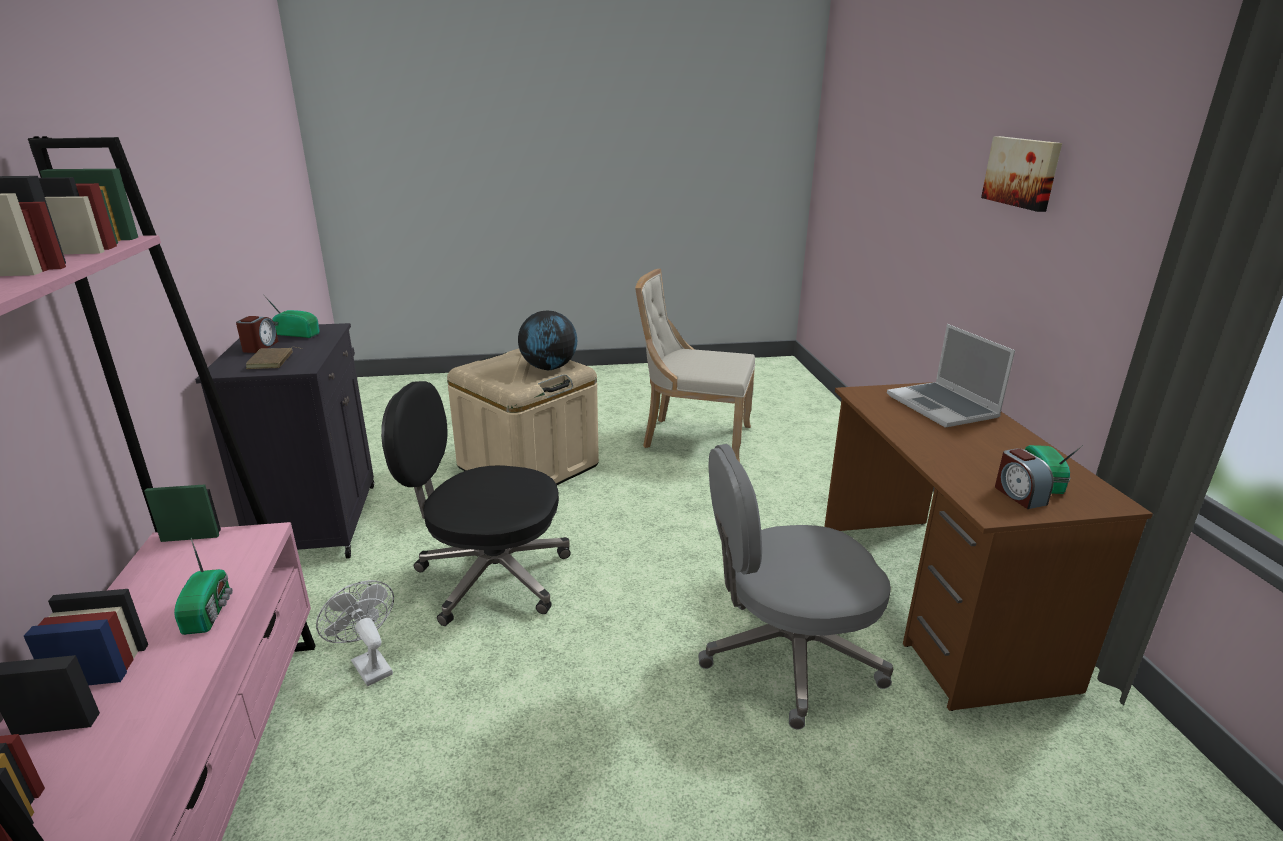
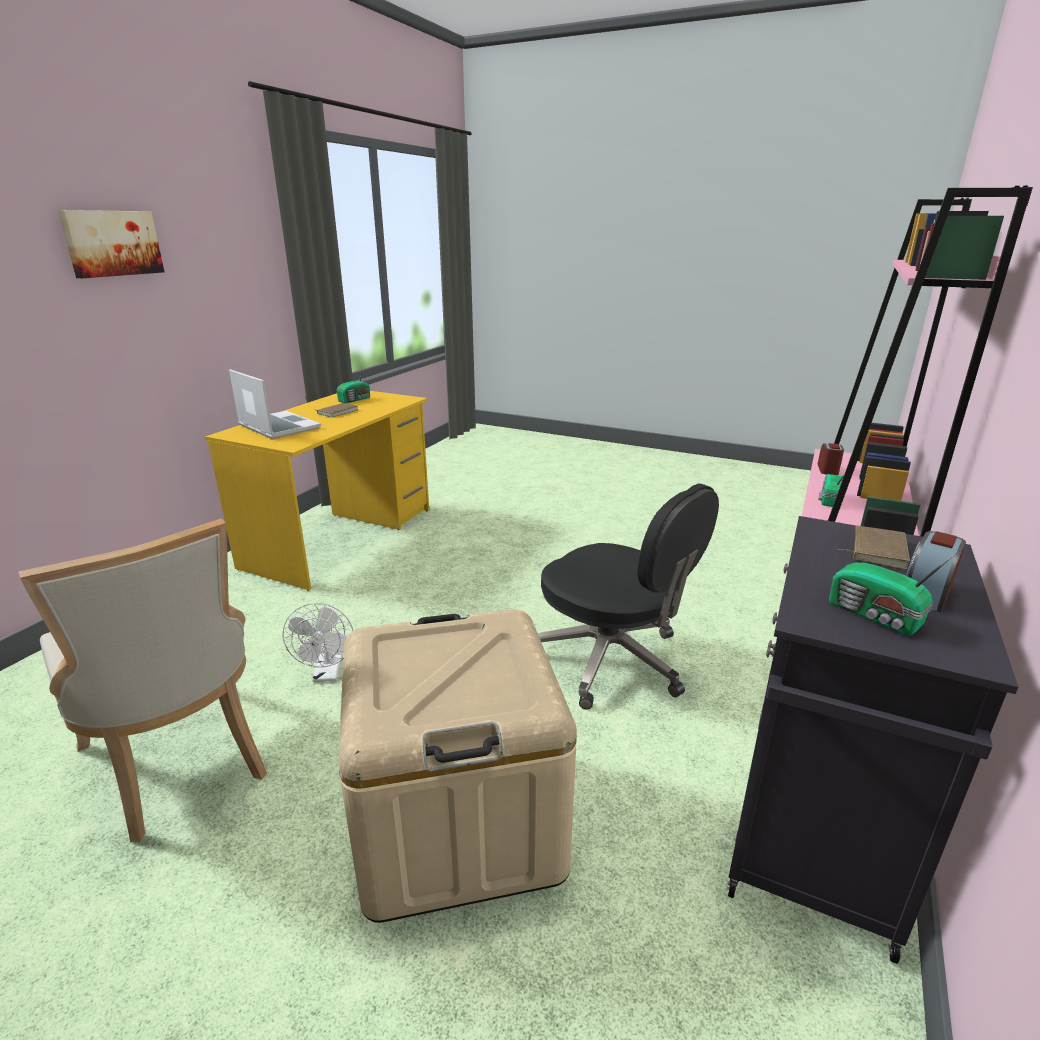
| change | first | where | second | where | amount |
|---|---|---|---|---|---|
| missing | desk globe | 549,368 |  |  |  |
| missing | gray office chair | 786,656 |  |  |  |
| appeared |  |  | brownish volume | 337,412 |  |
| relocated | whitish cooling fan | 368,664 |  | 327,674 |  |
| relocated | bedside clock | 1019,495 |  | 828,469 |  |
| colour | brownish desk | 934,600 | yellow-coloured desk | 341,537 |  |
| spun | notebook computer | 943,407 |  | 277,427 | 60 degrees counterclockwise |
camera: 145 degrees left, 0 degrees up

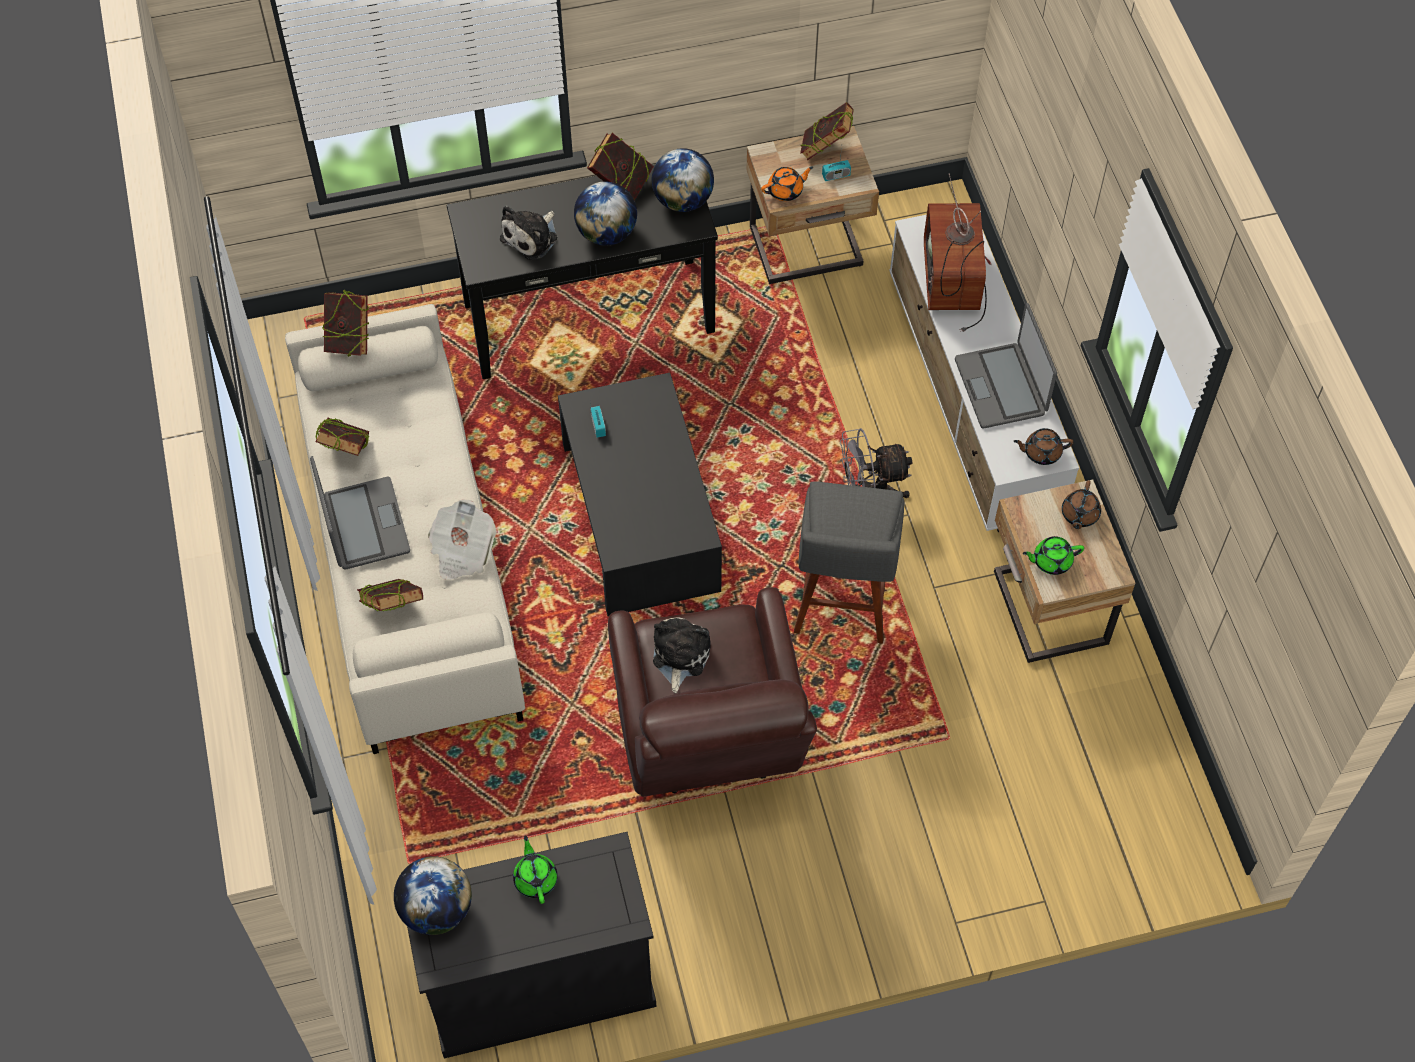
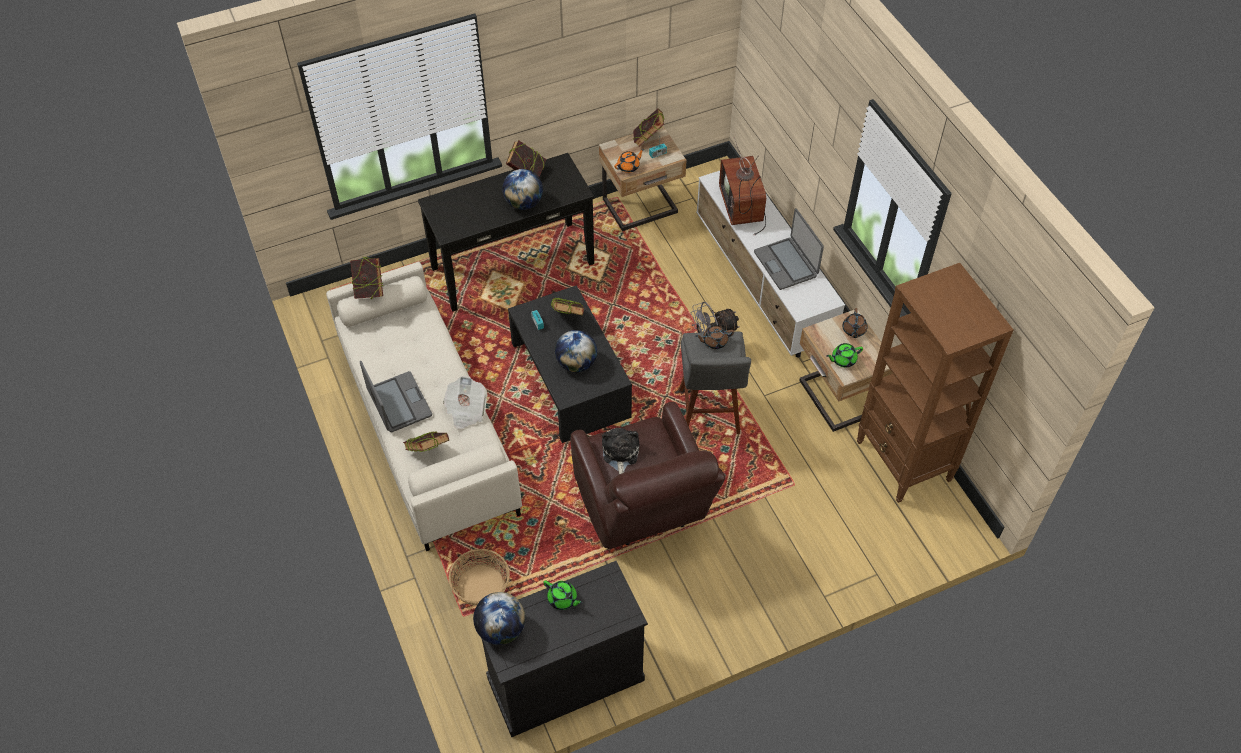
| change | first | where | second | where | amount |
|---|---|---|---|---|---|
| missing | plush toy | 532,237 |  |  |  |
| appeared |  |  | basket | 480,586 |  |
| appeared |  |  | brownish bookshelf | 903,462 |  |
| relocated | volume | 347,453 |  | 568,318 |  |
| relocated | desk globe | 683,200 |  | 576,363 |  |
| relocated | brownish pot for tea | 1041,452 |  | 714,341 |  |
| spun | greenish pot for tea | 535,878 |  | 562,599 | 150 degrees clockwise |
camera: 10 degrees left, 5 degrees down

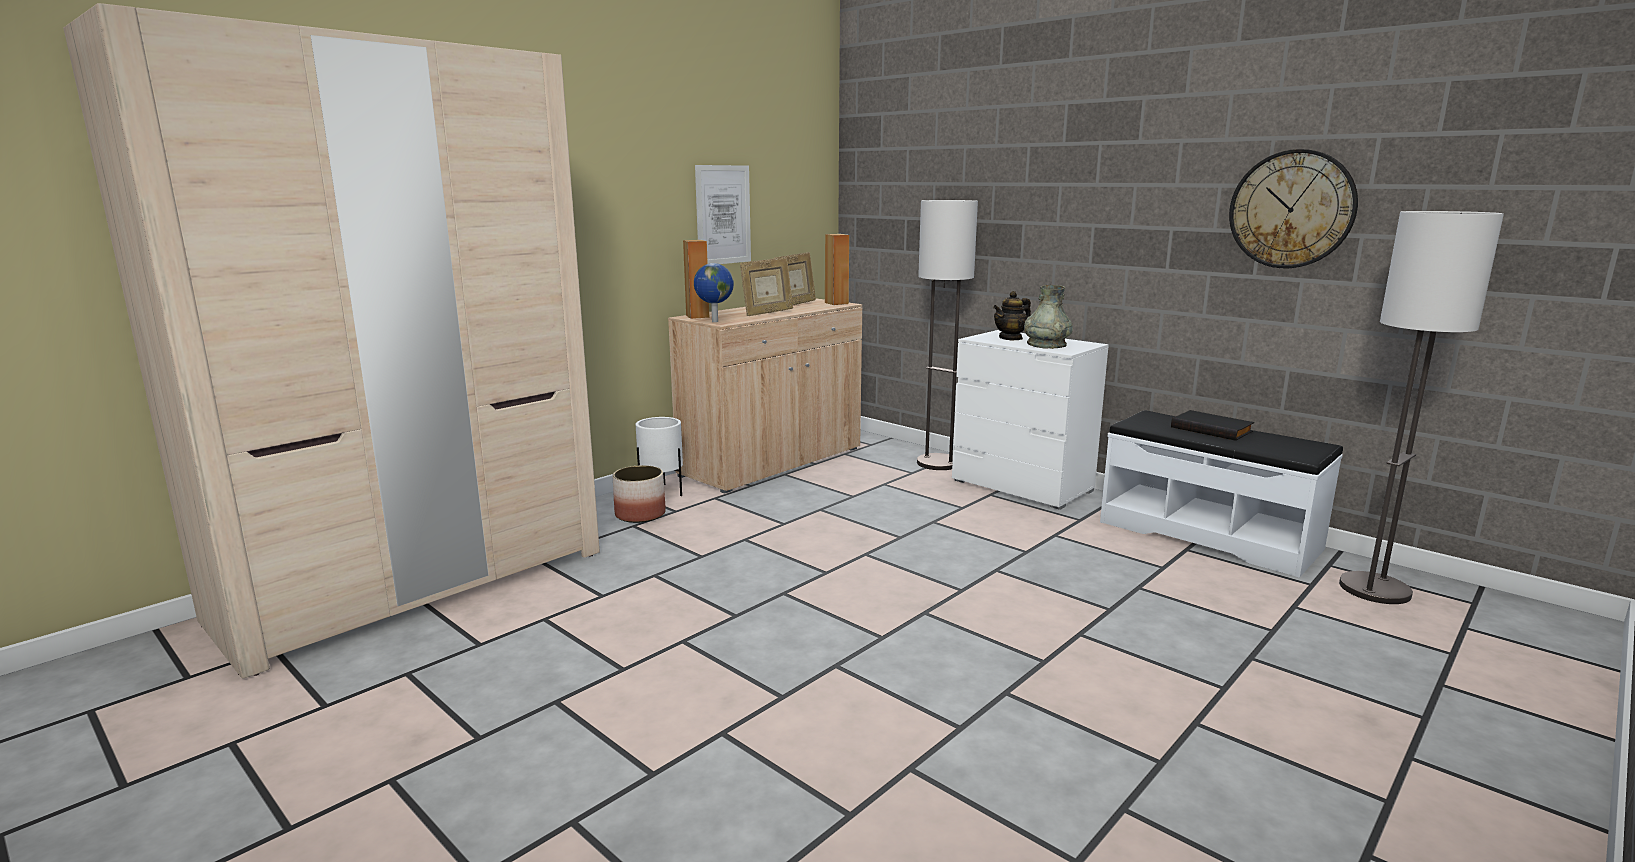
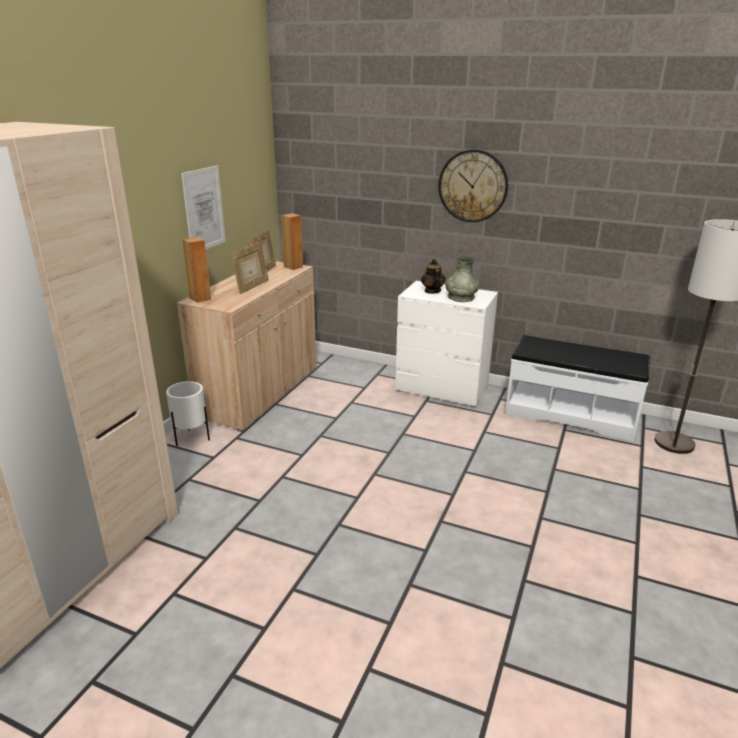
| change | first | where | second | where | amount |
|---|---|---|---|---|---|
| missing | flower pot | 641,514 |  |  |  |
| missing | desk globe | 714,321 |  |  |  |
| missing | standard lamp | 938,463 |  |  |  |
| missing | black-coloured volume | 1212,429 |  |  |  |
| relocated | hanging clock | 1291,209 |  | 473,186 |  |
| spun | pot for tea | 1011,338 |  | 432,291 | 135 degrees clockwise |
camera: 20 degrees left, 10 degrees up

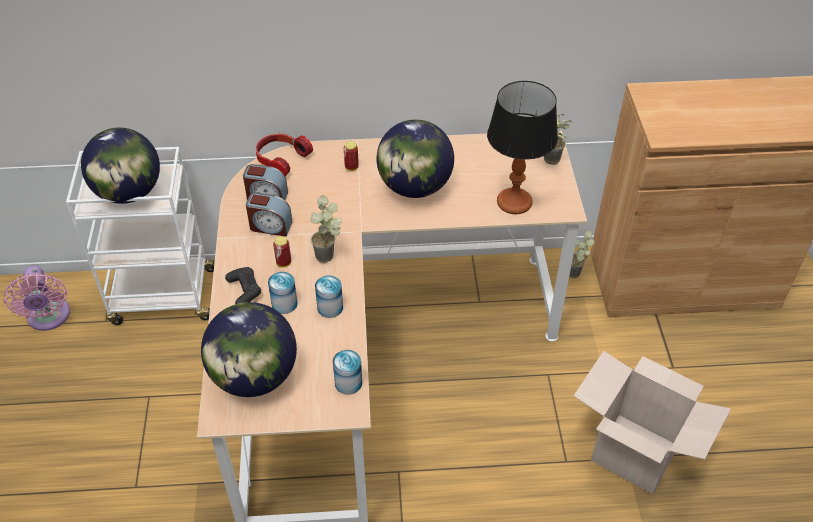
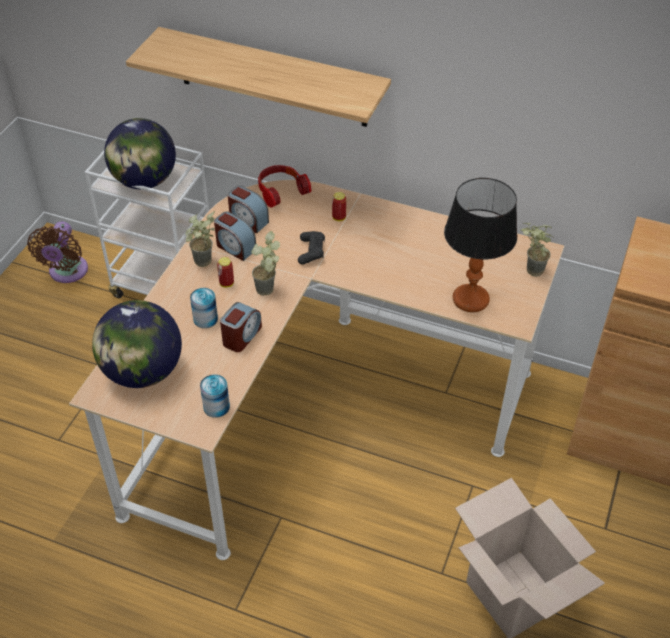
| change | first | where | second | where | amount |
|---|---|---|---|---|---|
| missing | desk globe | 415,187 |  |  |  |
| appeared |  |  | bracket shelf | 272,78 |  |
| relocated | black-coloured joypad | 244,290 |  | 311,252 |  |
| relocated | houseplant | 575,276 |  | 203,265 |  |
| exchanged | sealed can | 330,307 | bedside clock | 241,336 |  |
| colour | pink cooling fan | 49,318 | brownish cooling fan | 67,273 |  |
camera: 25 degrees right, 0 degrees up

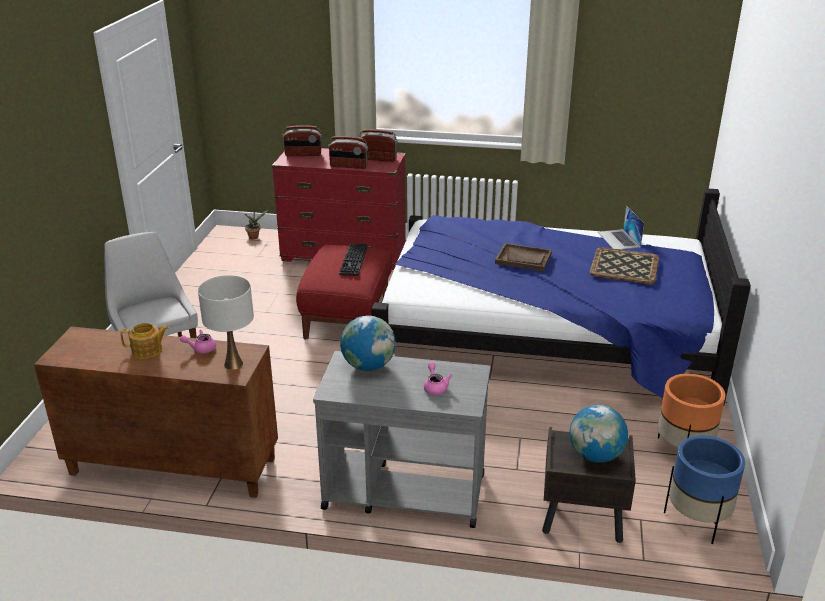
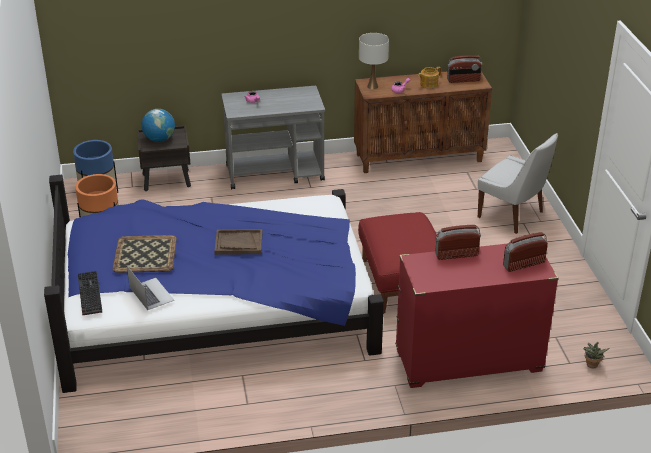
| change | first | where | second | where | amount |
|---|---|---|---|---|---|
| missing | desk globe | 368,366 |  |  |  |
| relocated | computer keyboard | 354,261 |  | 88,293 |  |
| relocated | radio receiver | 378,159 |  | 463,80 |  |
camera: 160 degrees right, 5 degrees up

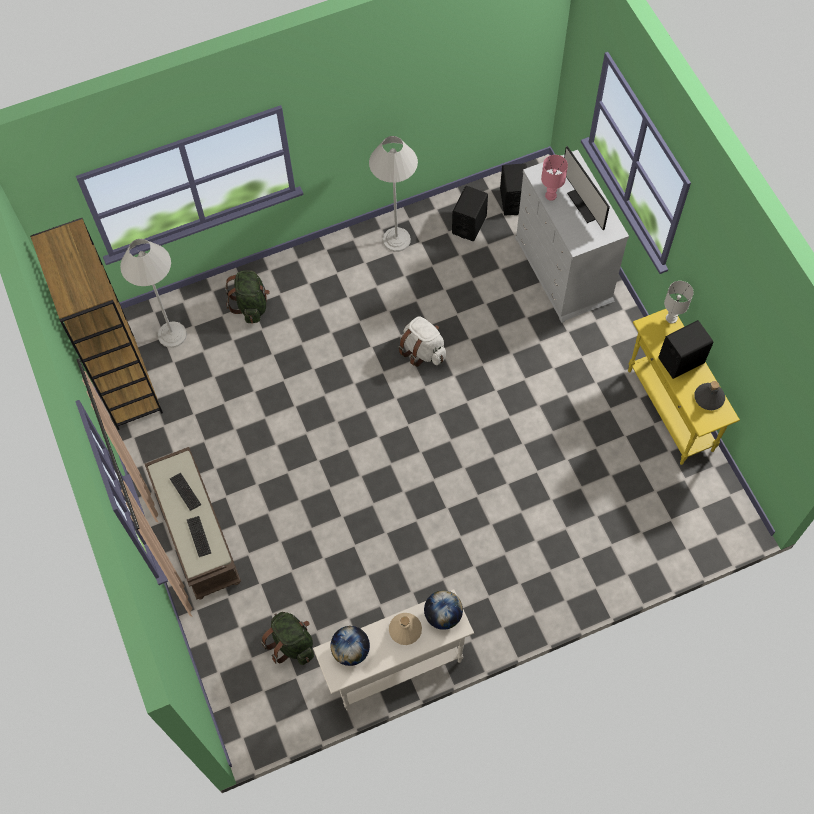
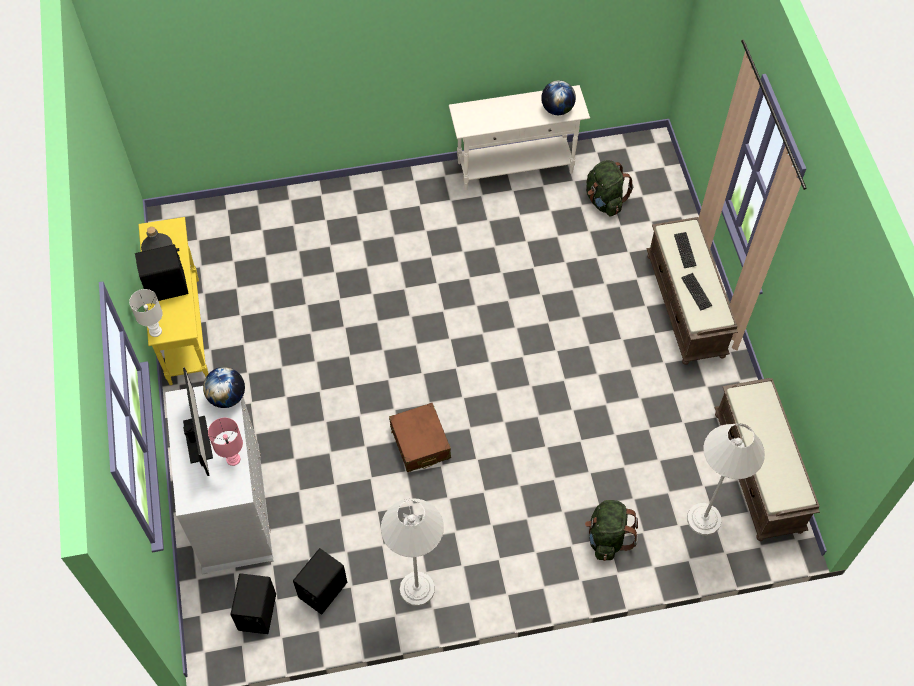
| change | first | where | second | where | amount |
|---|---|---|---|---|---|
| missing | beige beverage bottle | 405,630 |  |  |  |
| relocated | desk globe | 443,615 |  | 227,397 |  |
| exchanged | brownish bookshelf | 125,382 | brownish long seat | 759,472 |  |
| exchanged | whitish rucksack | 423,350 | brownish piece of luggage | 420,443 |  |
camera: 170 degrees left, 5 degrees down

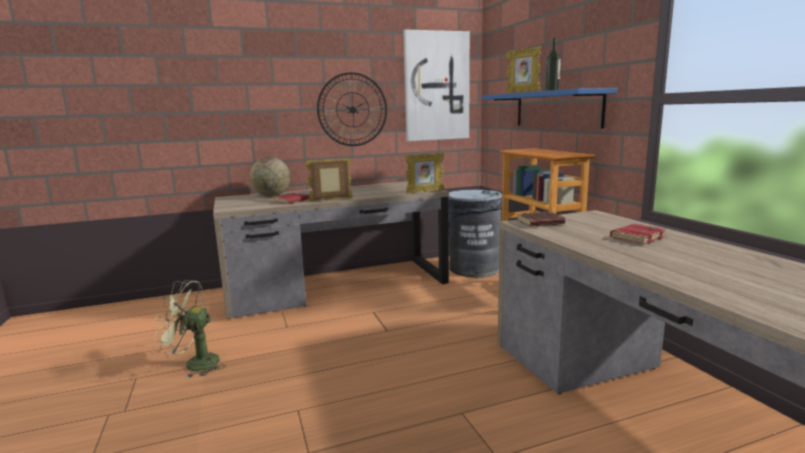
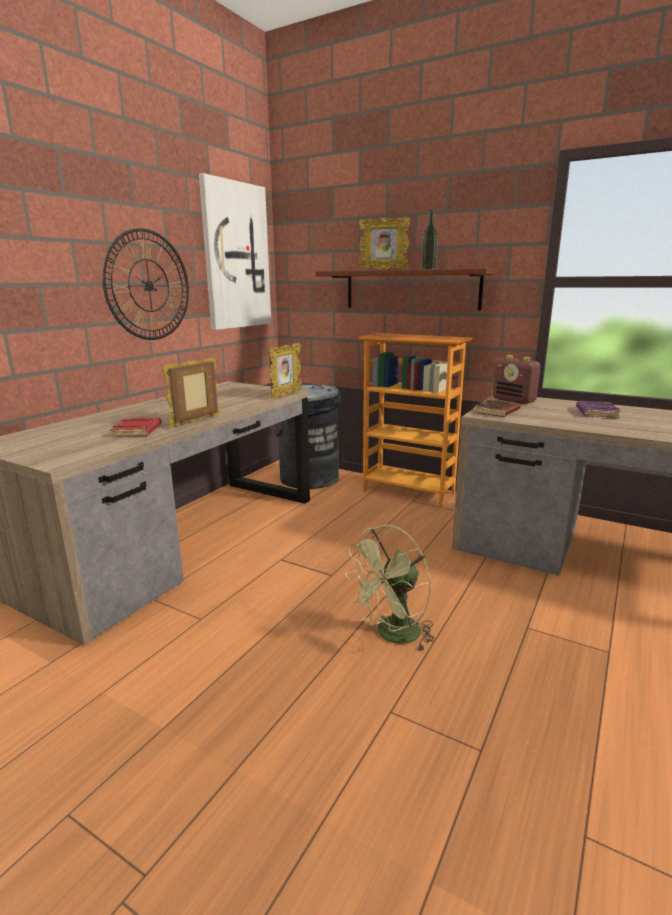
| change | first | where | second | where | amount |
|---|---|---|---|---|---|
| missing | desk globe | 272,196 |  |  |  |
| appeared |  |  | radio receiver | 514,400 |  |
| relocated | greenish cooling fan | 194,364 |  | 392,636 |  |
| colour | bluish bracket shelf | 556,109 | brownish bracket shelf | 411,289 |  |
| colour | reddish volume | 637,237 | purplish volume | 596,413 |  |
camera: 40 degrees left, 5 degrees up

